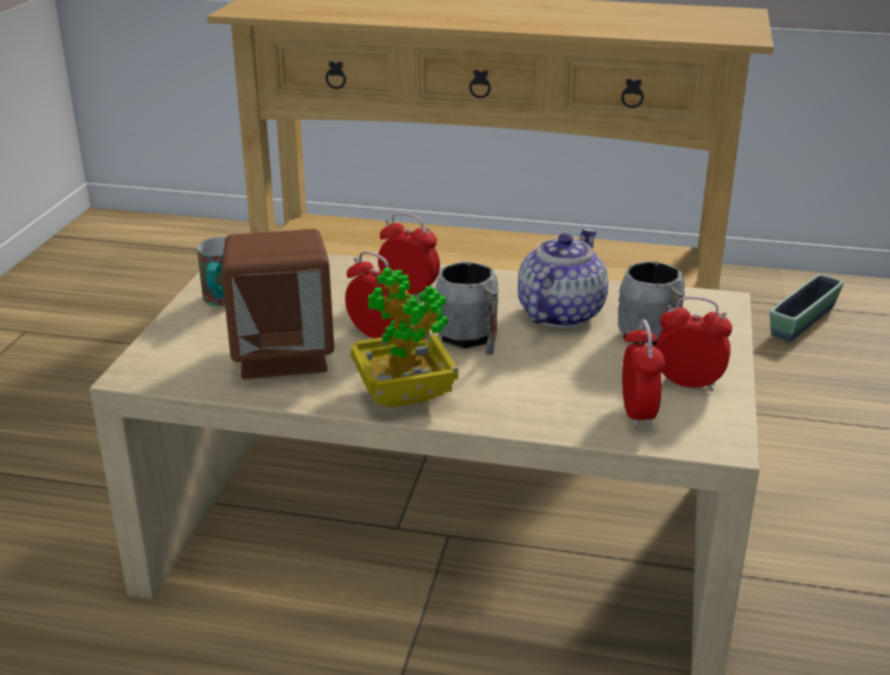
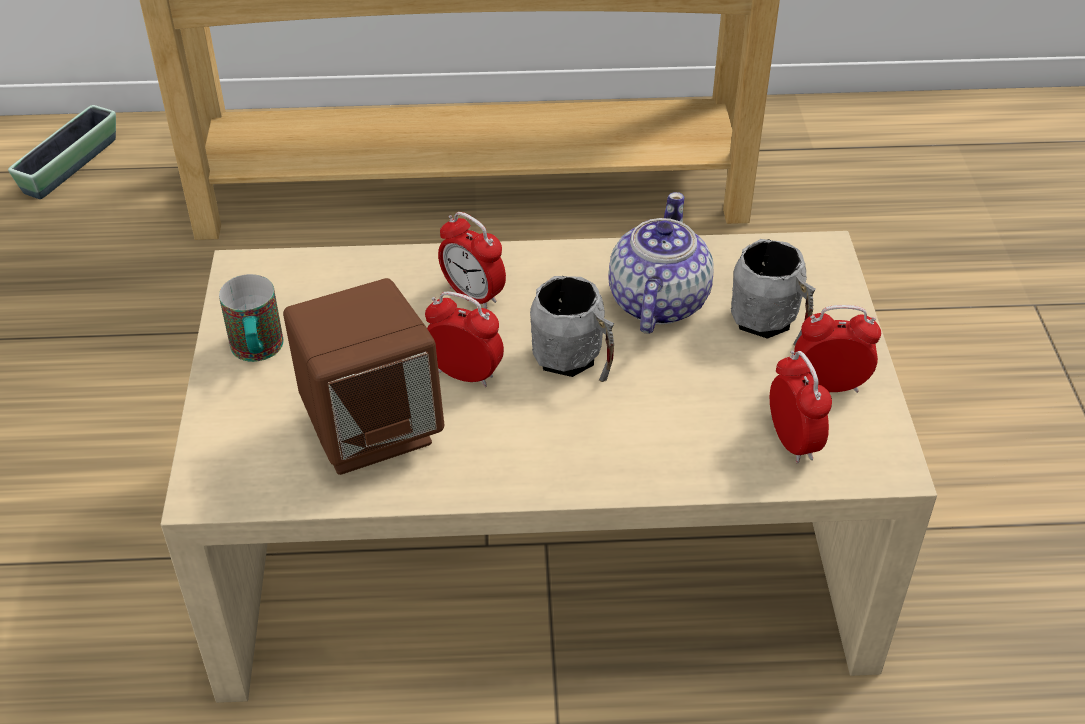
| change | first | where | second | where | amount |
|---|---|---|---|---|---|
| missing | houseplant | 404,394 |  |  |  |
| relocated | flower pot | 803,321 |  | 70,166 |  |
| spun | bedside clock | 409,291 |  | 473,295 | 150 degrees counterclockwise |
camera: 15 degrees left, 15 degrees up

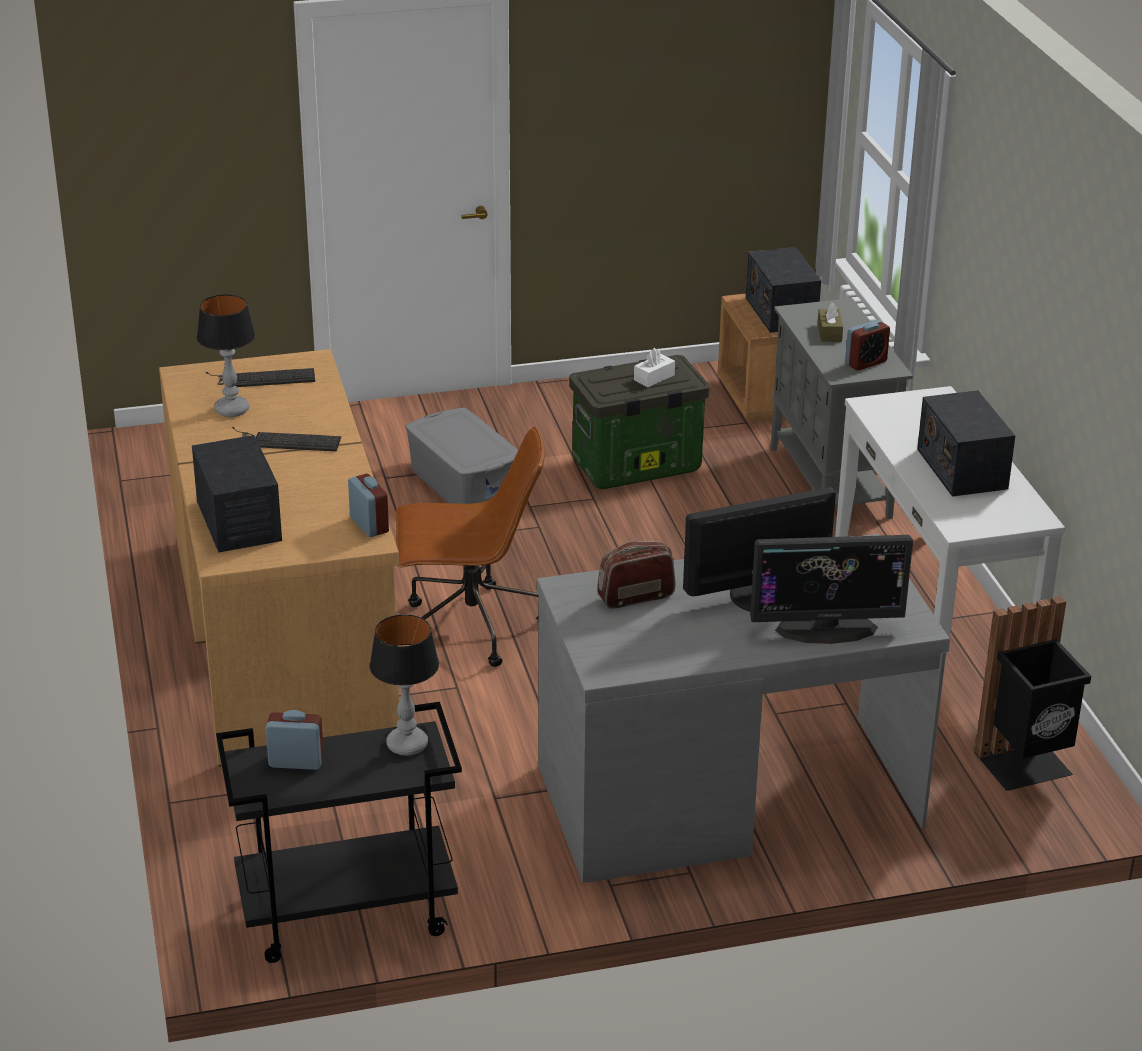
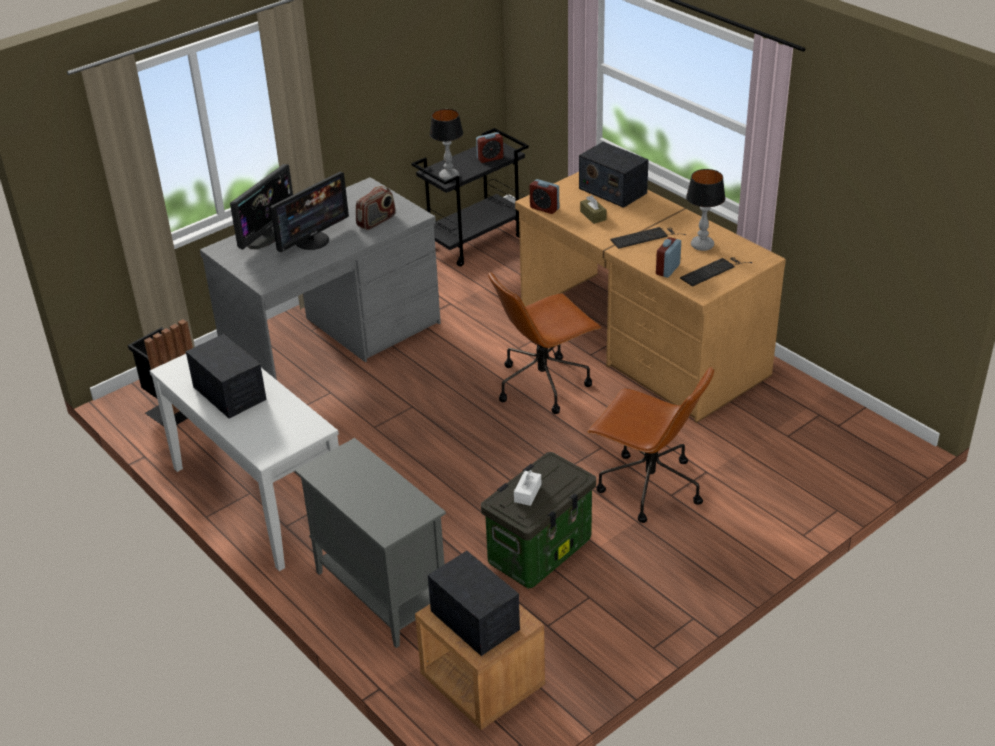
| change | first | where | second | where | amount |
|---|---|---|---|---|---|
| relocated | brownish tissue holder | 829,332 |  | 593,215 |  |
| relocated | bedside clock | 865,363 |  | 667,269 |  |
| exchanged | gray storage container | 464,484 | brownish office chair | 648,486 |  |
| spun | monitor | 826,628 |  | 267,235 | 150 degrees clockwise |
camera: 155 degrees right, 5 degrees up

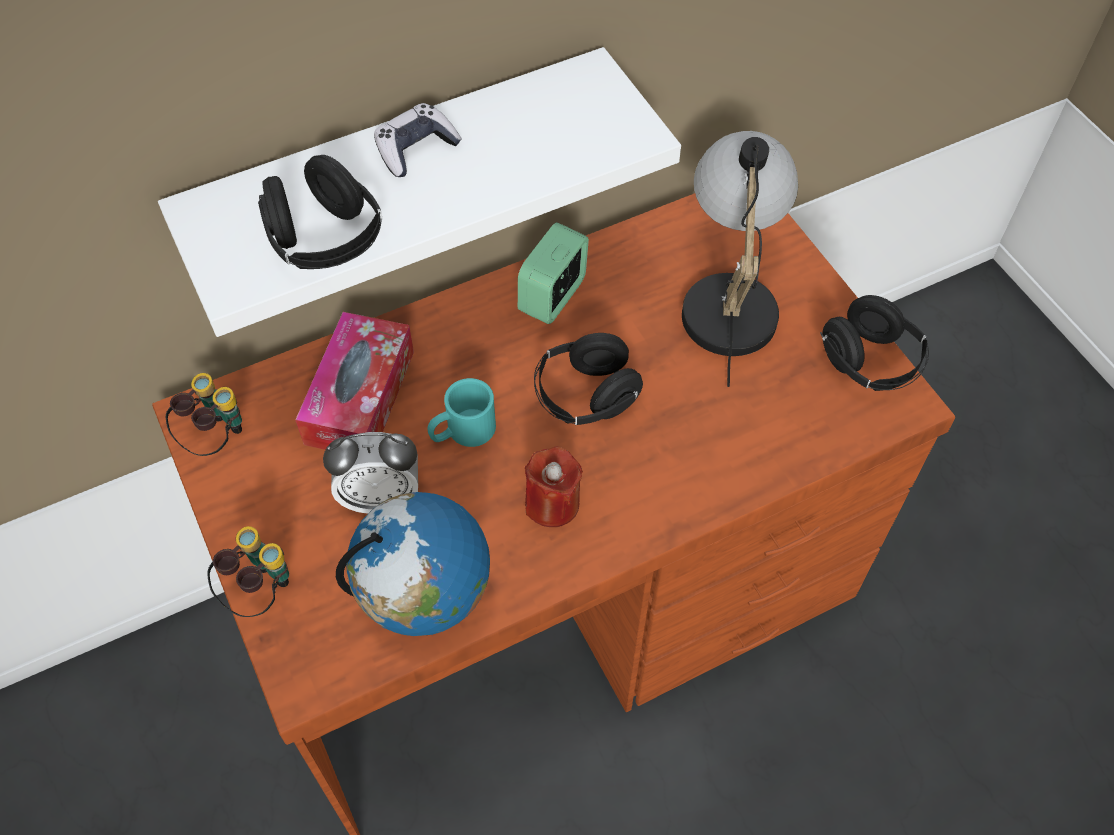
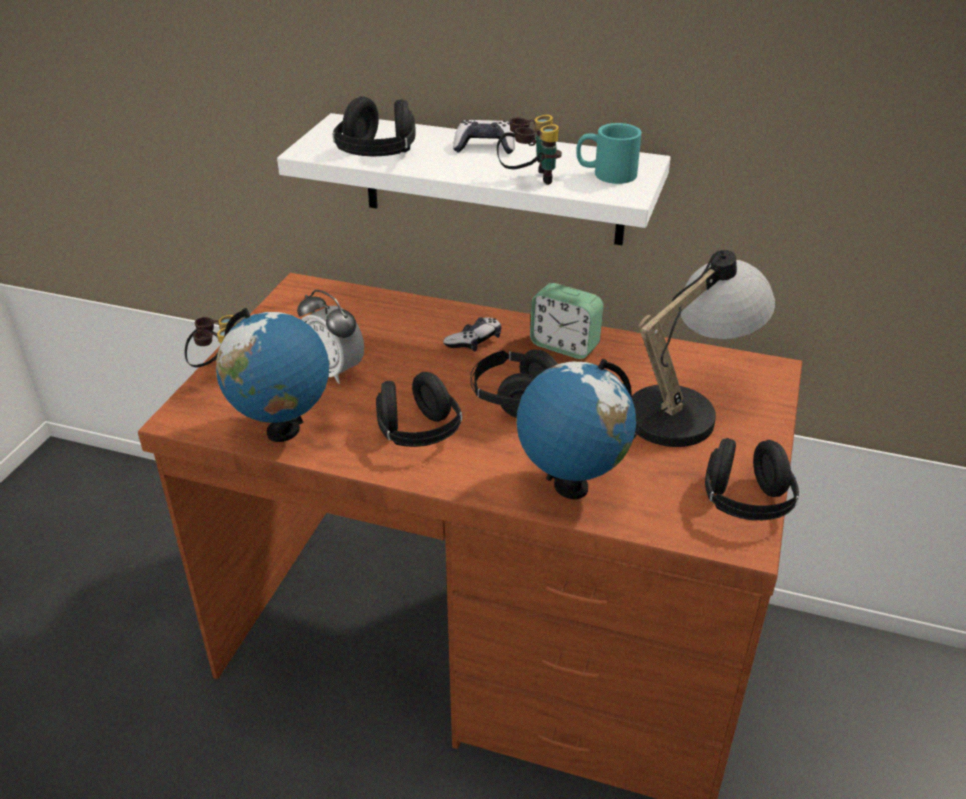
| change | first | where | second | where | amount |
|---|---|---|---|---|---|
| missing | tissue holder | 360,397 |  |  |  |
| appeared |  |  | joypad | 474,341 |  |
| appeared |  |  | desk globe | 570,486 |  |
| relocated | field glasses | 215,437 |  | 528,179 |  |
| relocated | turquoise coffee mug | 462,431 |  | 606,174 |  |
| exchanged | reddish wax light | 552,504 | black-coloured headphones | 418,433 |  |
| spun | bedside clock | 553,296 |  | 564,345 | 135 degrees counterclockwise |
camera: 45 degrees right, 20 degrees down

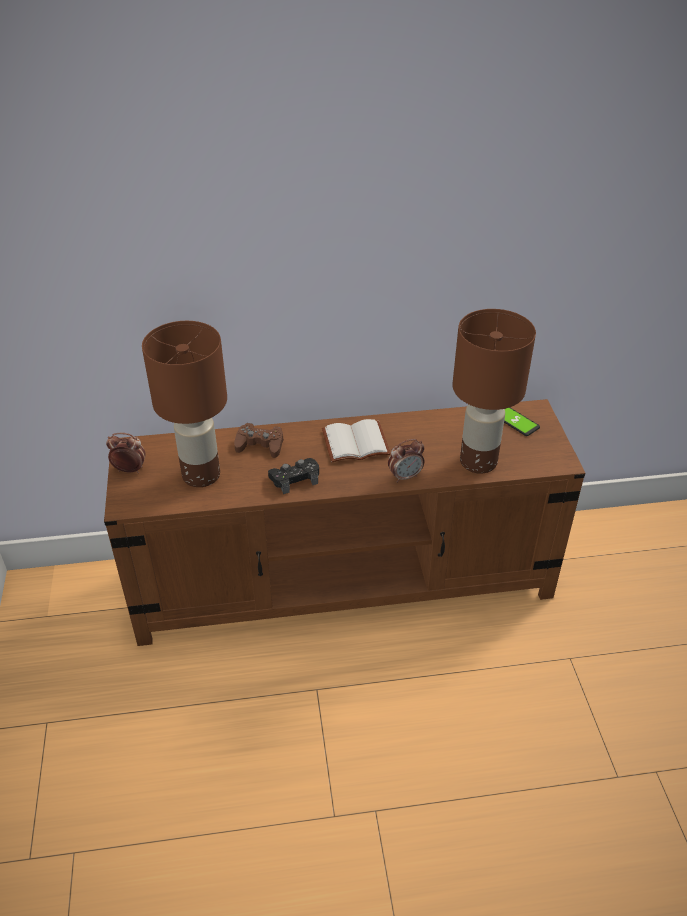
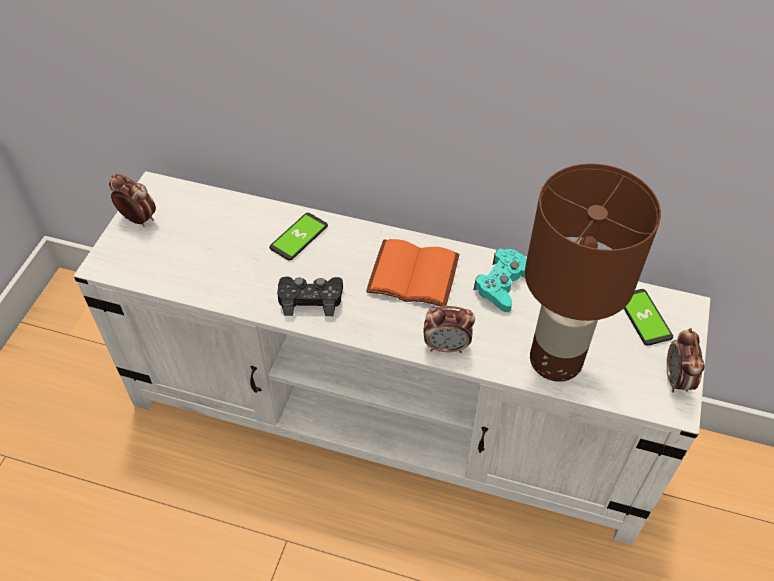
| change | first | where | second | where | amount |
|---|---|---|---|---|---|
| missing | brownish table lamp | 201,474 |  |  |  |
| appeared |  |  | turquoise joypad | 503,284 |  |
| appeared |  |  | bedside clock | 677,380 |  |
| exchanged | brownish joypad | 260,445 | handset | 299,237 |  |
| colour | brownish media console | 344,580 | whitish media console | 390,416 |  |
| colour | whitish volume | 356,442 | orange-coloured volume | 415,273 |  |
camera: 25 degrees right, 10 degrees up

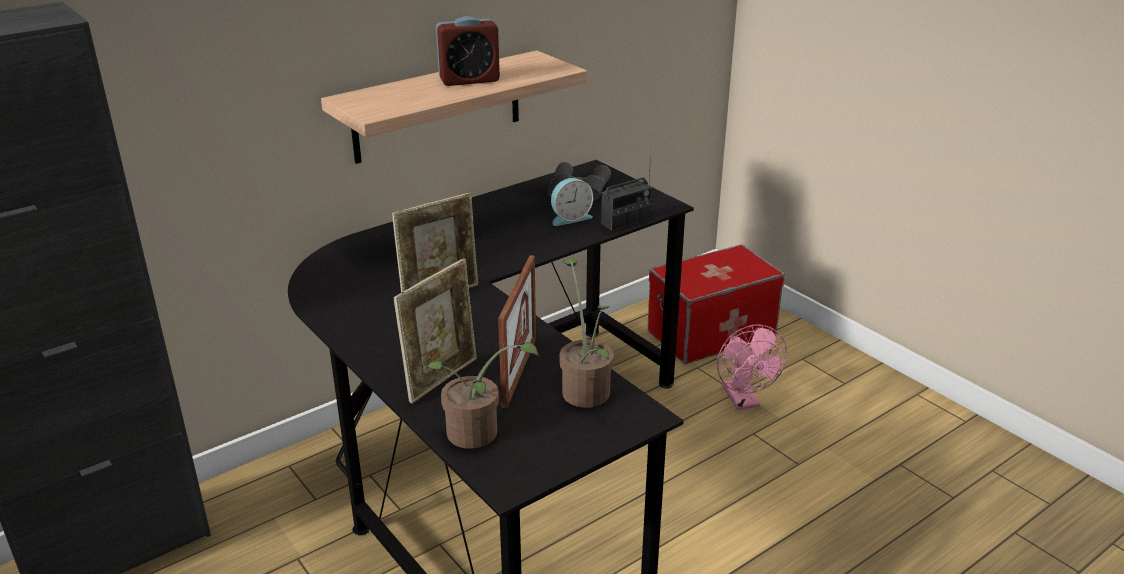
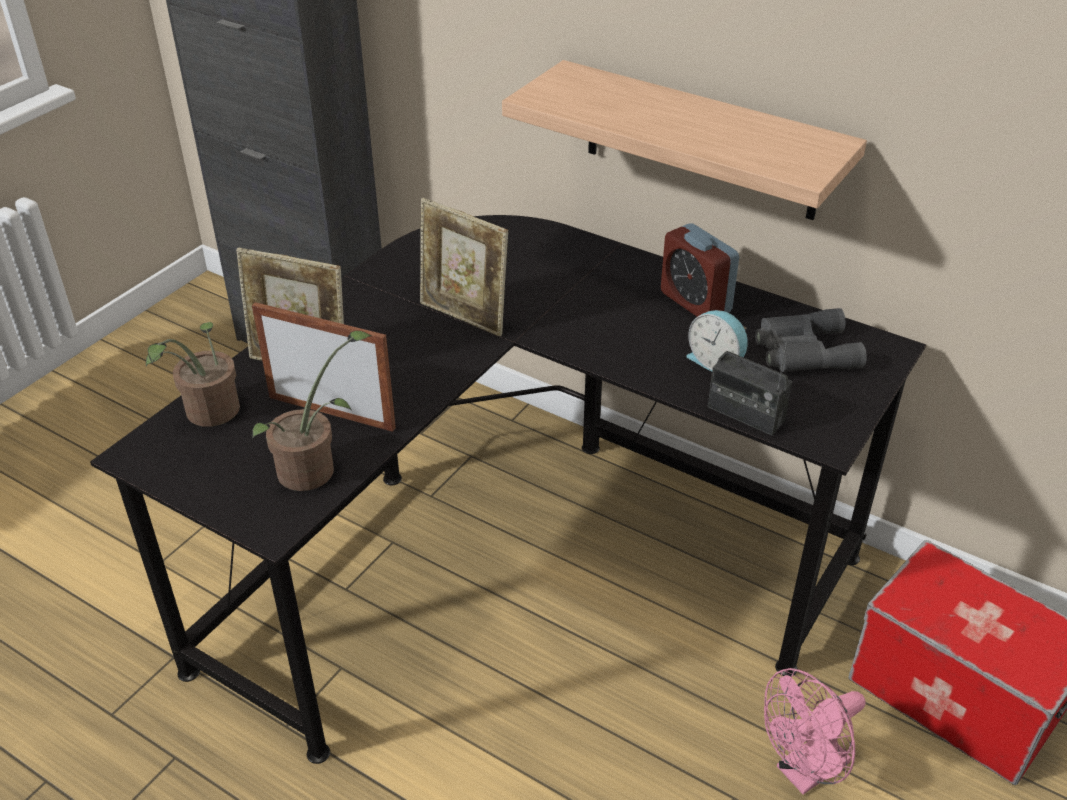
| change | first | where | second | where | amount |
|---|---|---|---|---|---|
| relocated | bedside clock | 469,80 |  | 695,302 |  |
| spun | picture frame | 519,371 |  | 331,412 | 150 degrees counterclockwise |
camera: 70 degrees right, 10 degrees up

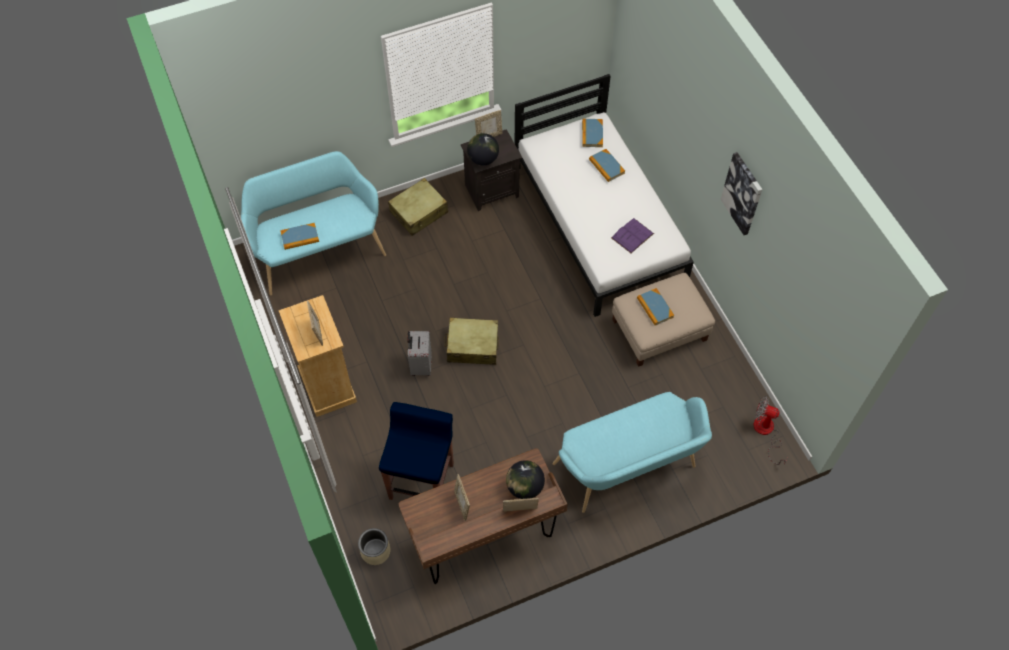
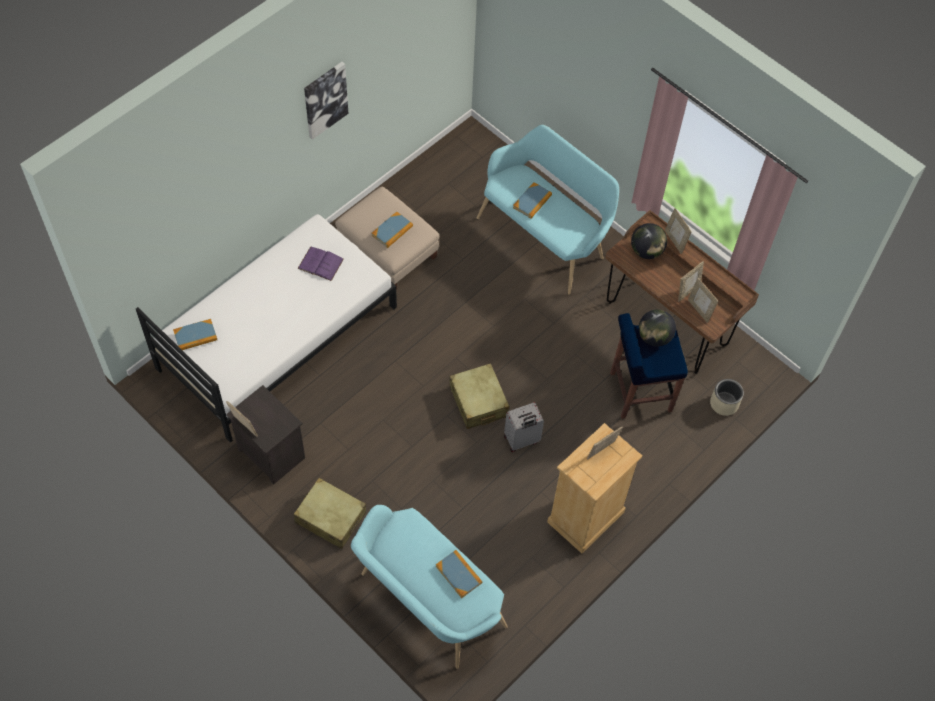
| change | first | where | second | where | amount |
|---|---|---|---|---|---|
| missing | cooling fan | 766,432 |  |  |  |
| appeared |  |  | picture frame | 699,310 |  |
| relocated | desk globe | 483,159 |  | 654,337 |  |
| relocated | volume | 606,166 |  | 532,201 |  |
camera: 115 degrees left, 0 degrees up

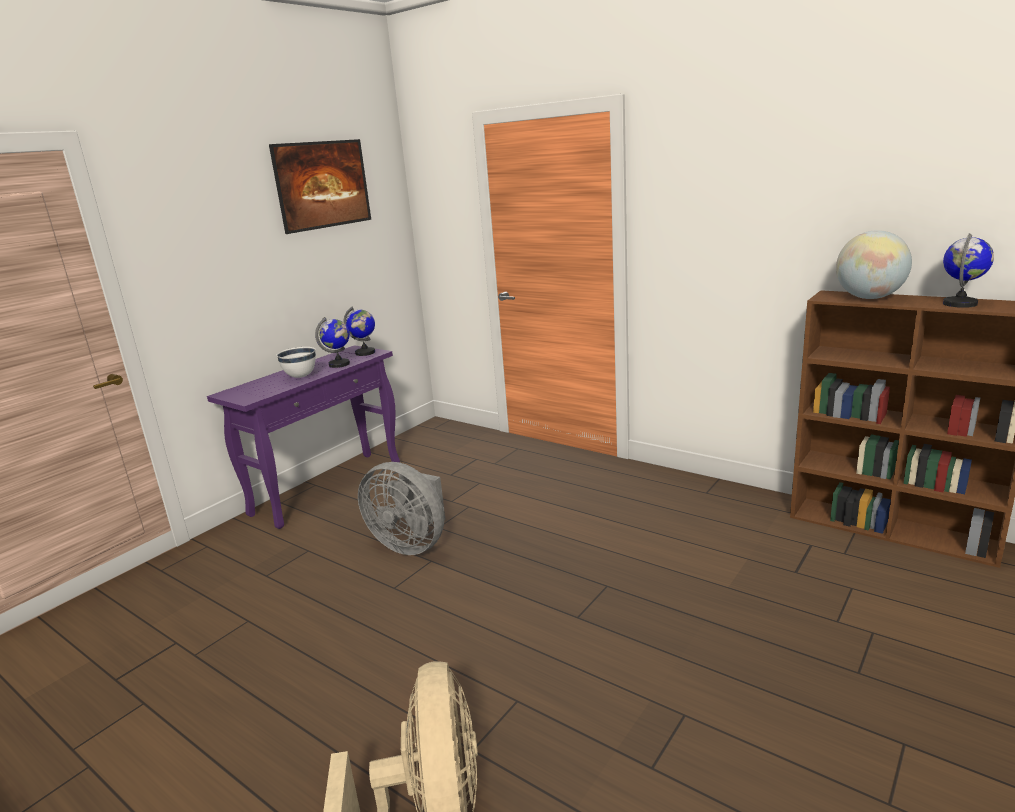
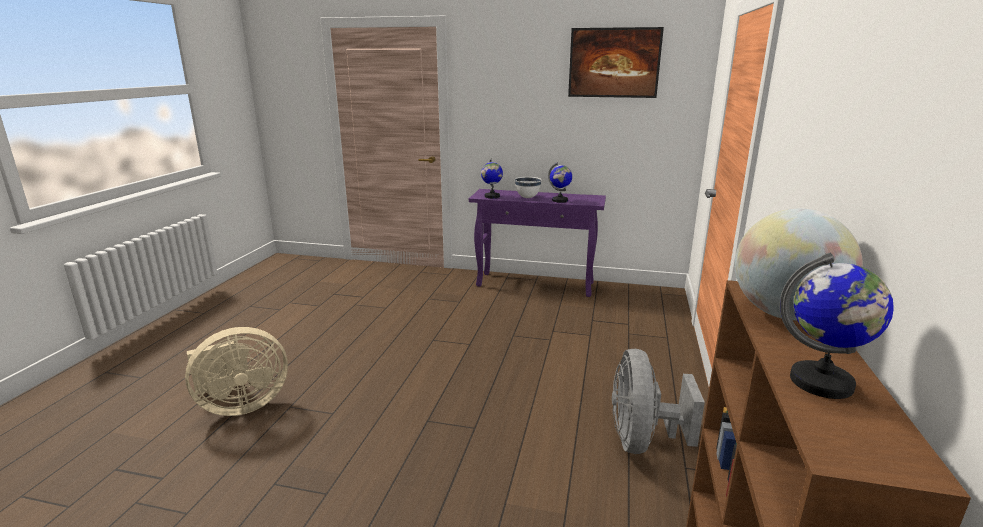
| change | first | where | second | where | amount |
|---|---|---|---|---|---|
| relocated | desk globe | 365,353 |  | 492,196 |  |
| relocated | gray cooling fan | 411,543 |  | 642,440 |  |
camera: 65 degrees right, 0 degrees up

